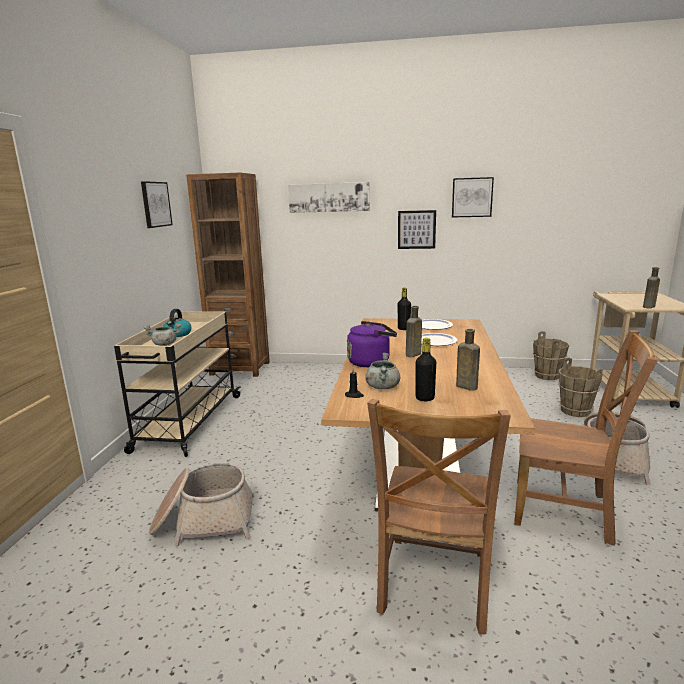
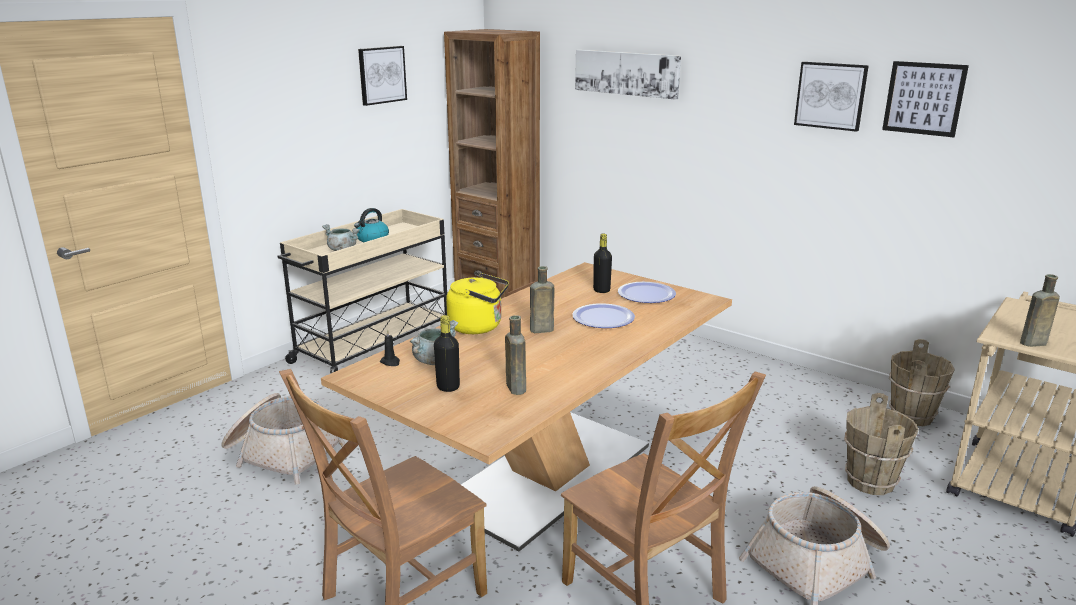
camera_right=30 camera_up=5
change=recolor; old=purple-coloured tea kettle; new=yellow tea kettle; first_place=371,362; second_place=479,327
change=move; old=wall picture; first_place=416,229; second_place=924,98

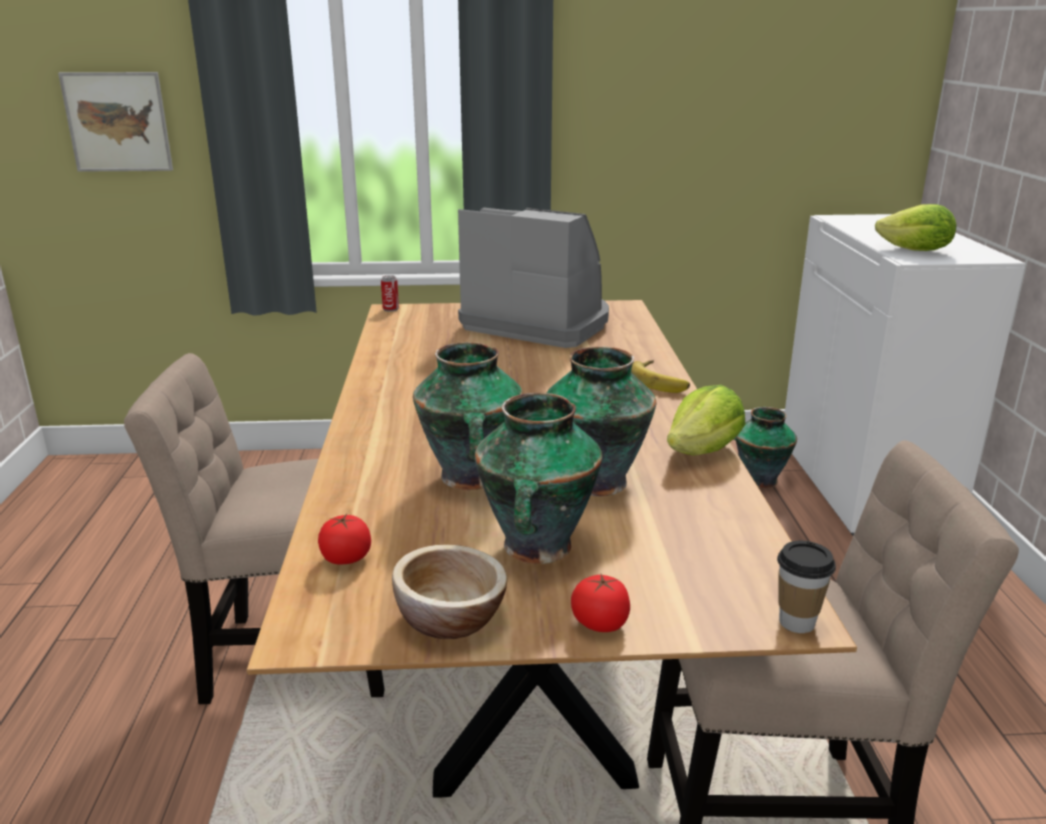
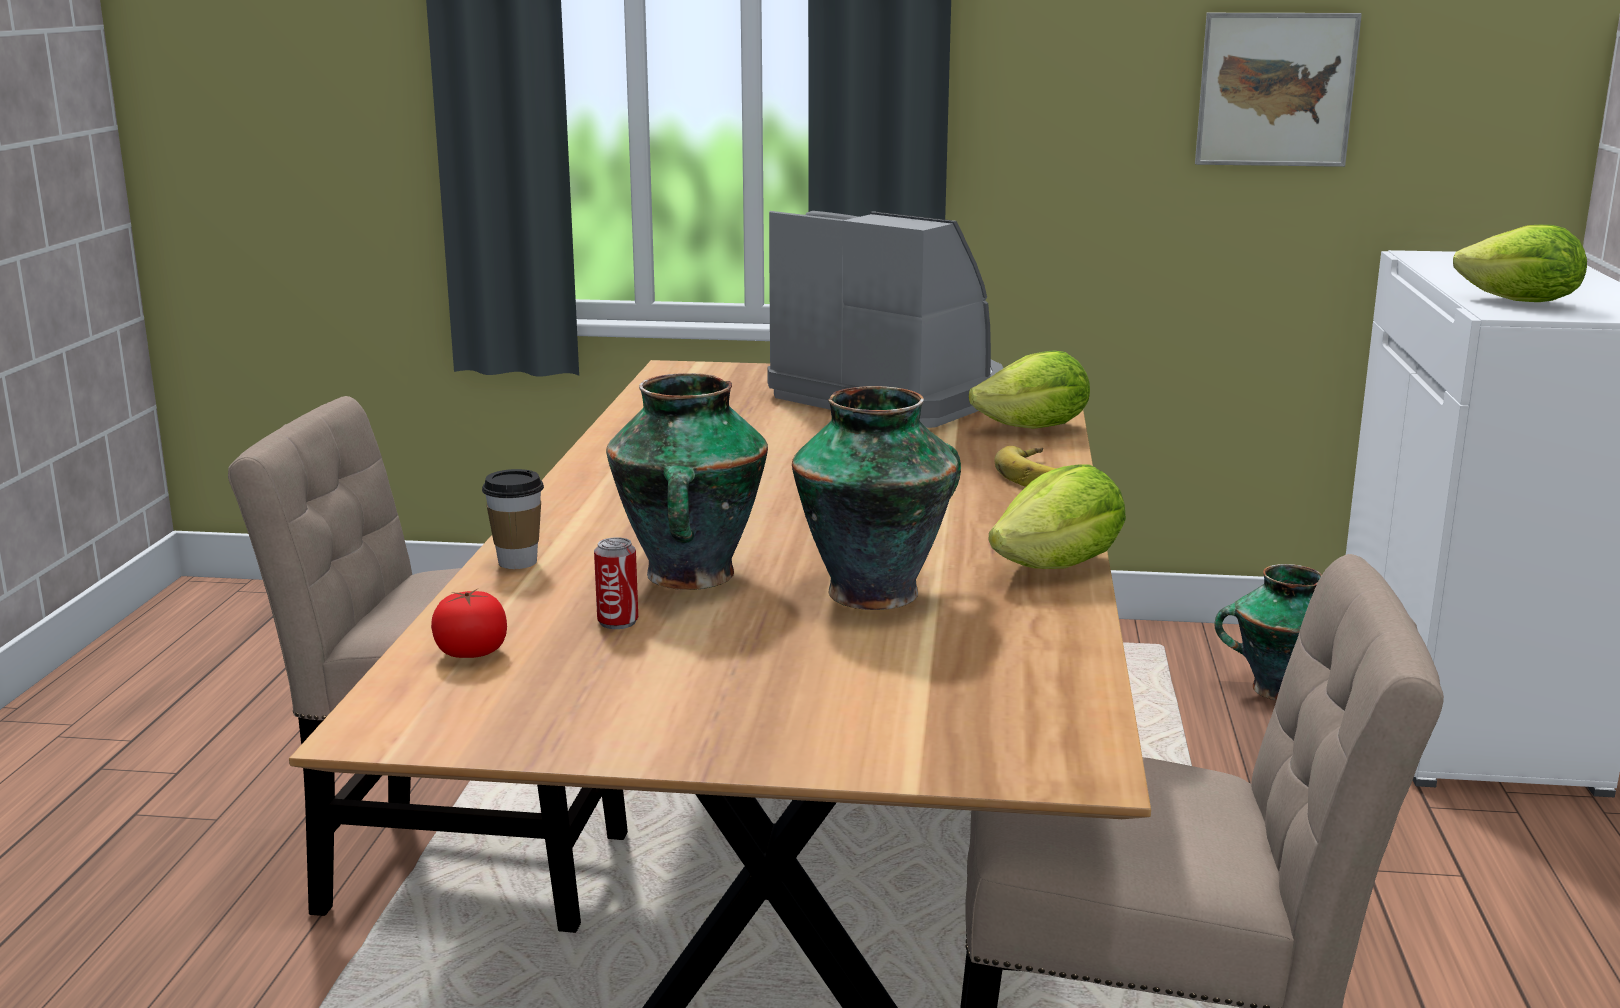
camera_right=10 camera_up=-5
change=move; old=small cup; first_place=797,622; second_place=517,562
change=move; old=can; first_place=390,309; second_place=618,622
change=insert; new=lettuce head; second_place=1034,429
change=move; old=wall picture; first_place=118,122; second_place=1275,89
change=delete; old=deep dish; first_place=450,617
change=delete; old=flower vase; first_place=536,548
change=delete; old=fresh tomato; first_place=600,623

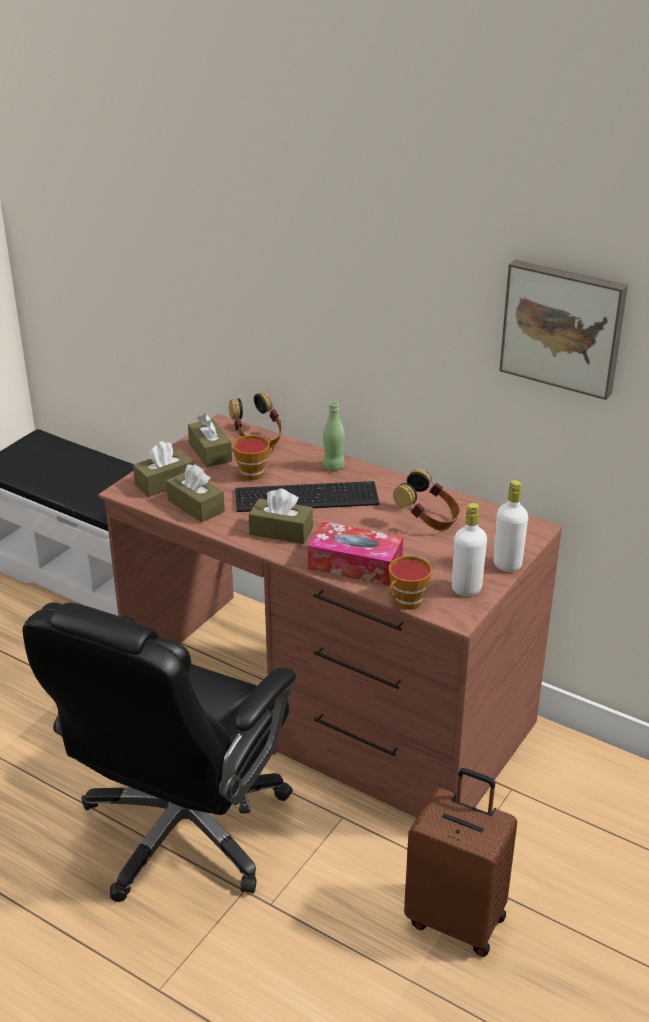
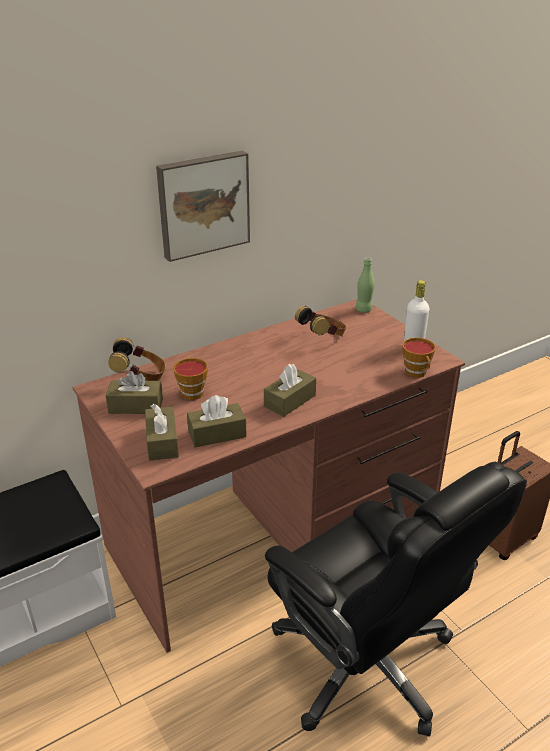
camera_right=-65 camera_up=0
change=move; old=wall picture; first_place=563,327; second_place=203,204
change=move; old=green-coloured bottle; first_place=333,467; second_place=363,310
change=delete; old=keyboard; first_place=304,495
change=delete; old=tissue holder; first_place=355,564
change=delete; old=white bottle; first_place=507,565

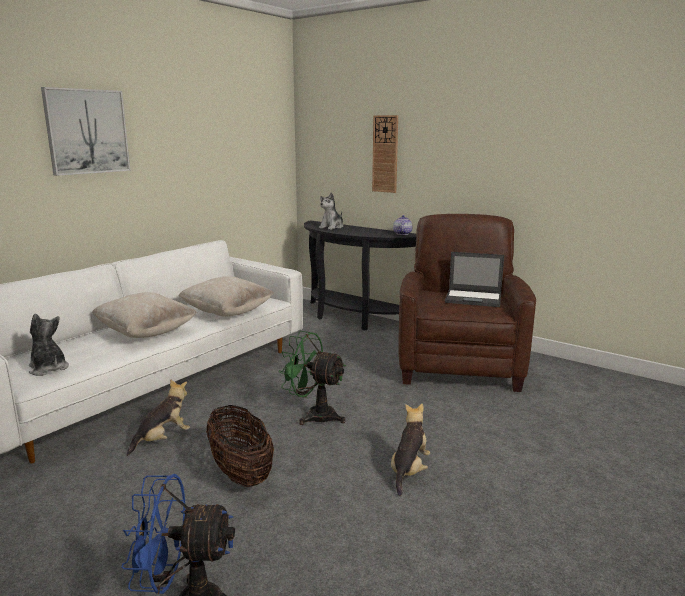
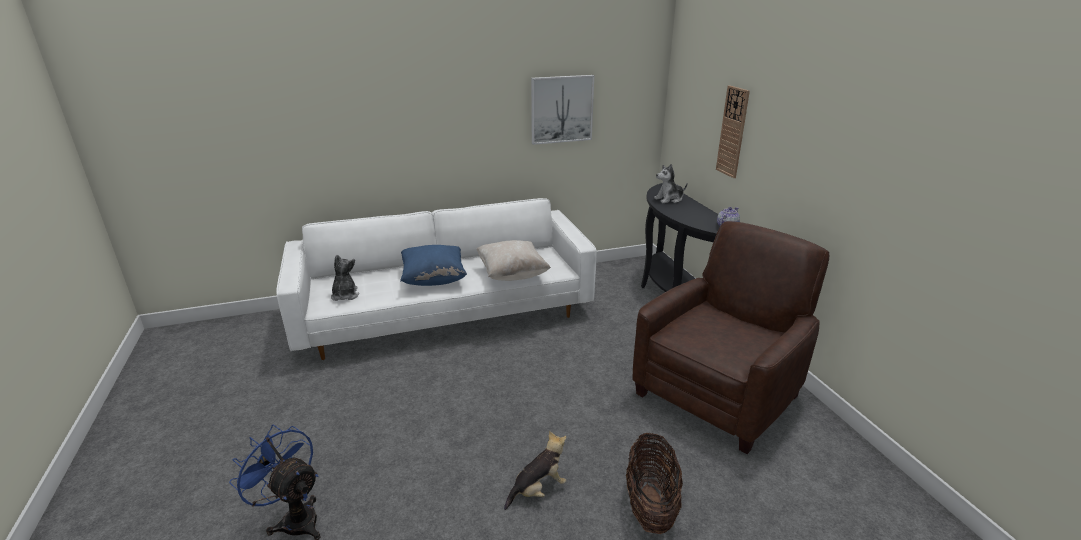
camera_right=35 camera_up=10
change=recolor; old=beige-coloured cushion; new=bluish cushion; first_place=146,333; second_place=434,279
change=move; old=wall picture; first_place=87,131; second_place=561,109
change=move; old=storage basket; first_place=241,473; second_place=650,505
change=delete; old=soft toy; first_place=163,439
change=delete; old=green-coloured cooling fan; first_place=314,415
change=delete; old=portable computer; first_place=474,298

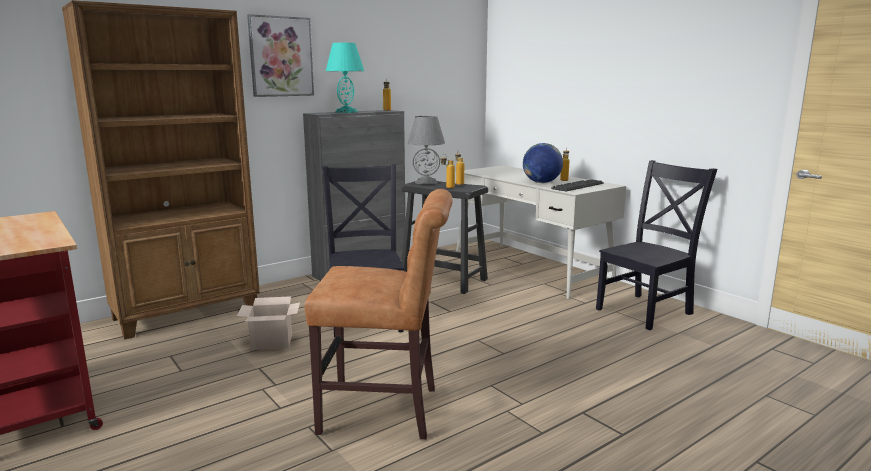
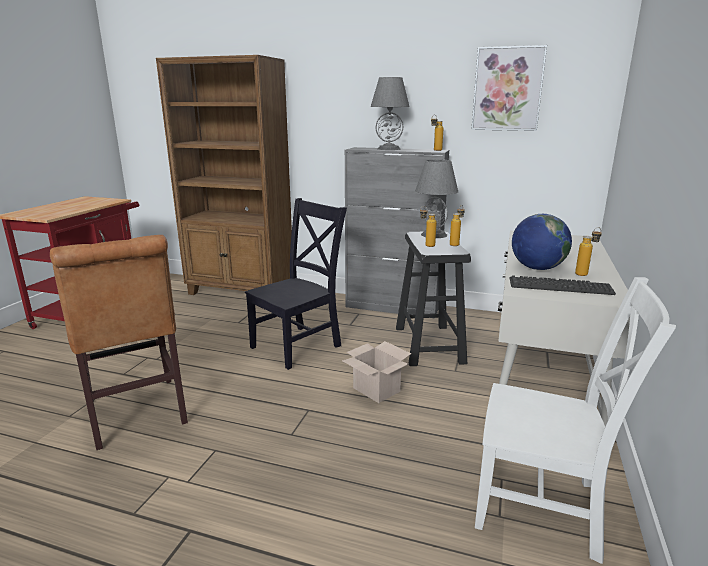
camera_right=55 camera_up=5
change=move; old=carton; first_place=270,343; second_place=375,389
change=recolor; old=blue-green lamp for a table; new=grey lamp for a table; first_place=346,112; second_place=389,149
change=move; old=wall picture; first_place=281,56; second_place=507,89
change=recolor; old=blackish chair; new=white chair; first_place=646,310; second_place=544,507

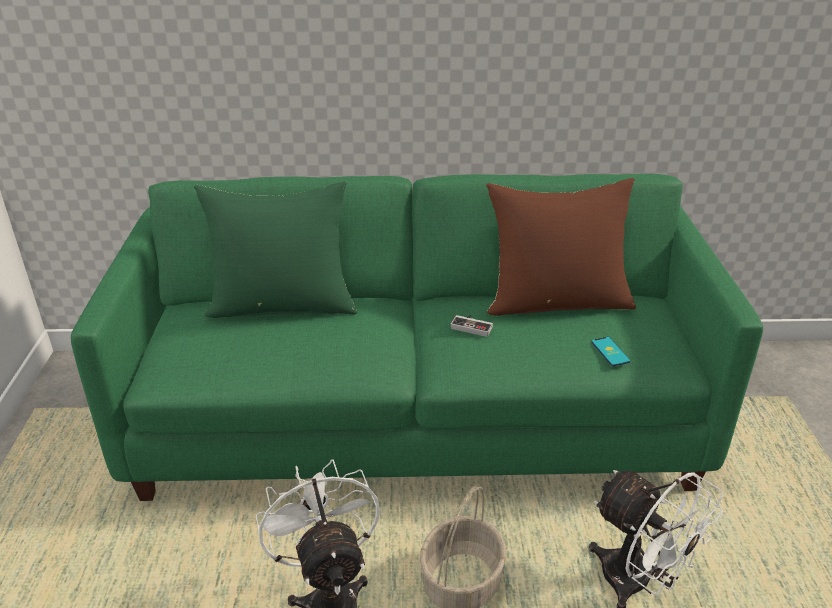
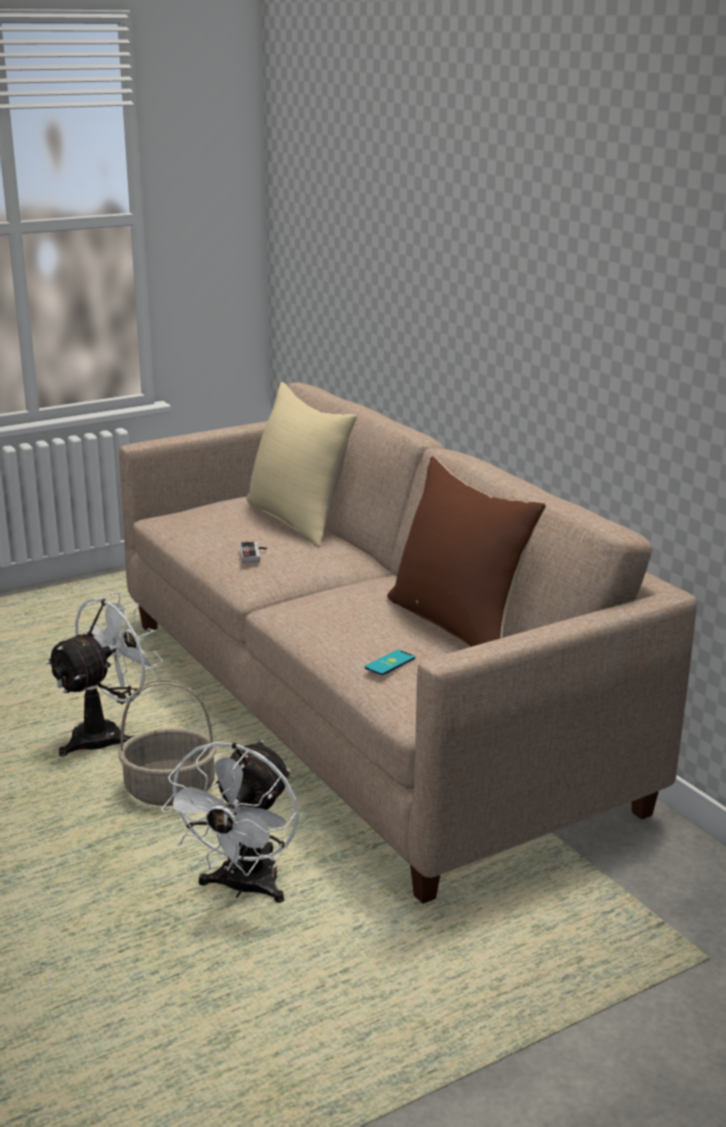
camera_right=60 camera_up=-10
change=recolor; old=green-coloured settee; new=beige-coloured settee; first_place=417,418; second_place=363,709
change=move; old=gamepad; first_place=472,326; second_place=254,554
change=recolor; old=green-coloured cushion; new=beige-coloured cushion; first_place=283,305; second_place=299,520

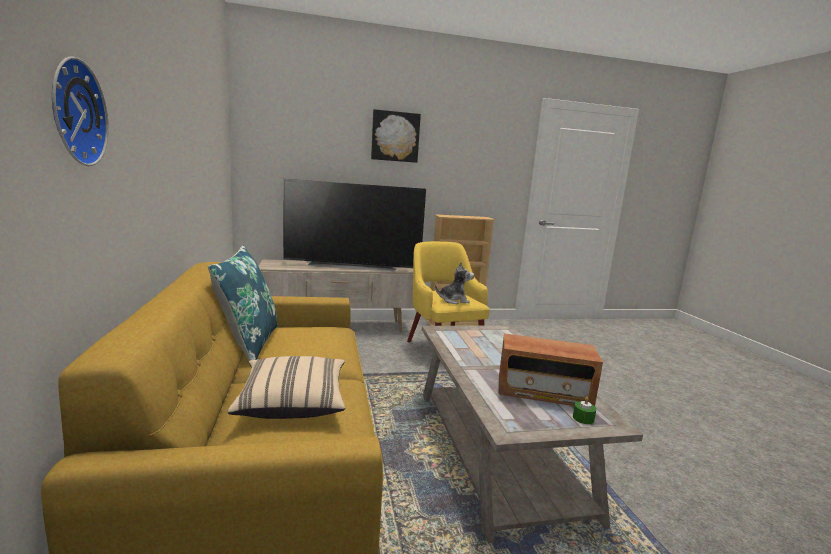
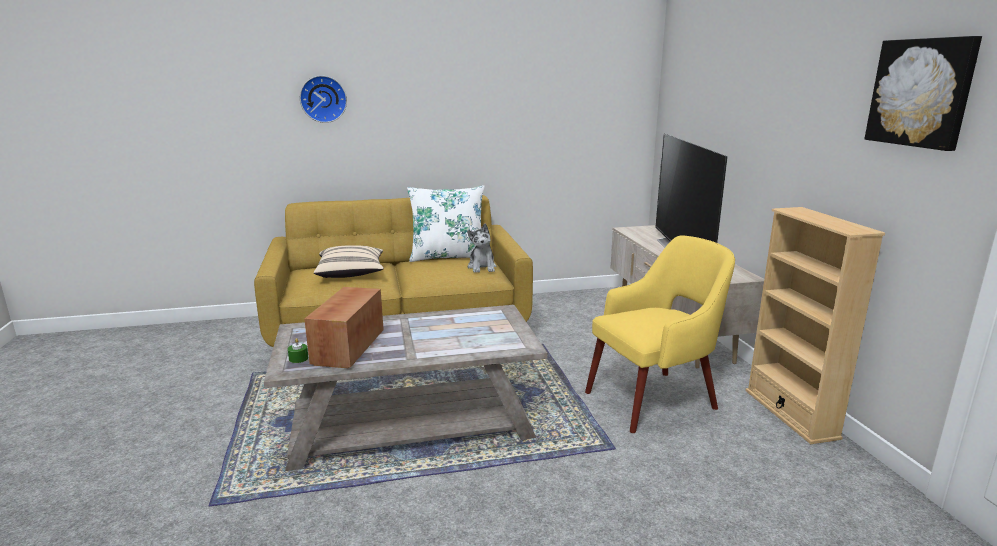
camera_right=90 camera_up=5
change=recolor; old=bluish cushion; new=white cushion; first_place=248,343; second_place=448,257
change=move; old=soft toy; first_place=454,300; second_place=482,267
change=move; old=wall picture; first_place=395,136; second_place=922,93

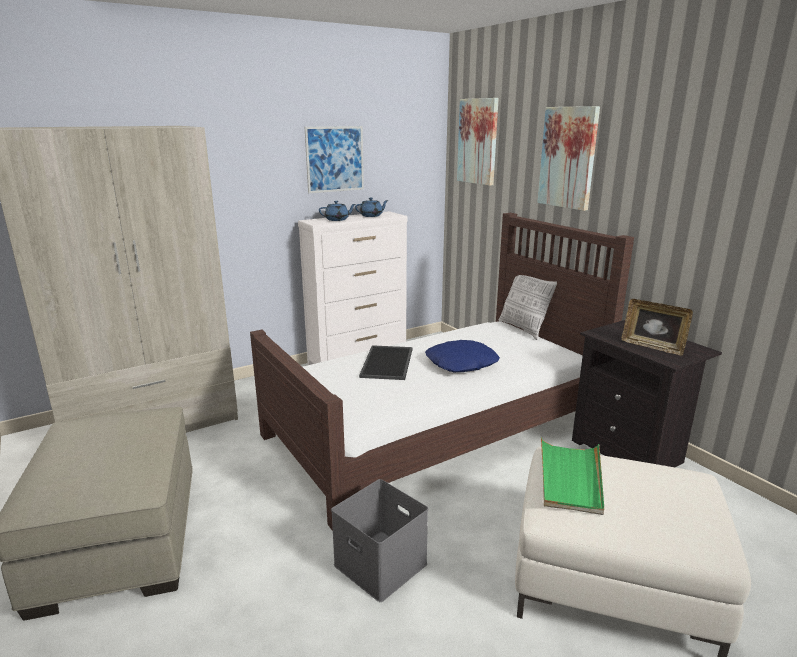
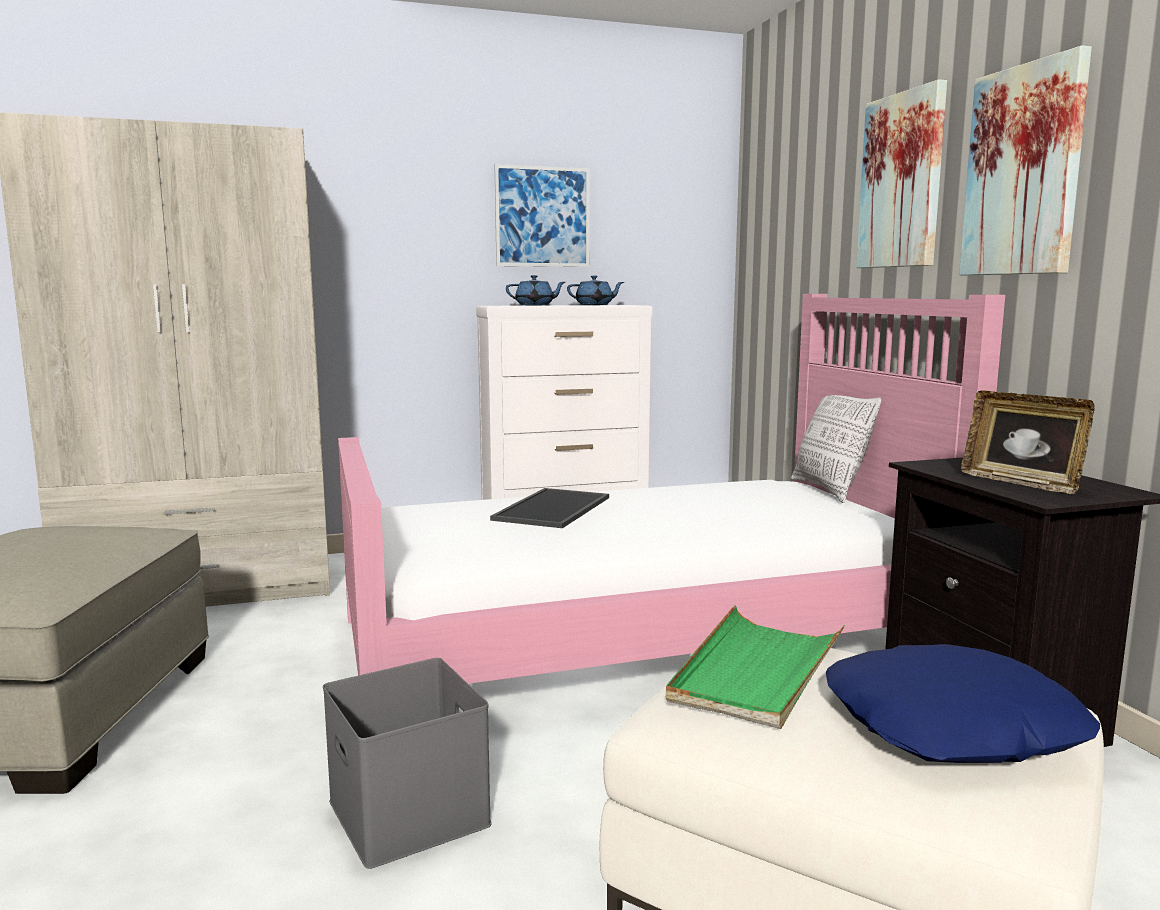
camera_right=15 camera_up=-10
change=recolor; old=brown bed; new=pink-coloured bed; first_place=438,427; second_place=642,637
change=move; old=bluish cushion; first_place=462,363; second_place=952,727
change=move; old=wall picture; first_place=478,141; second_place=1024,171

